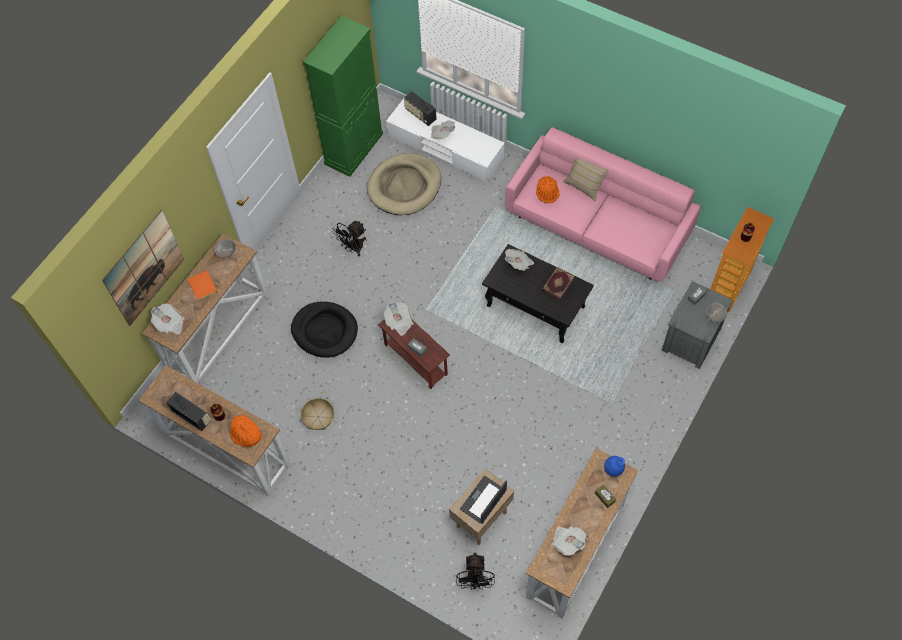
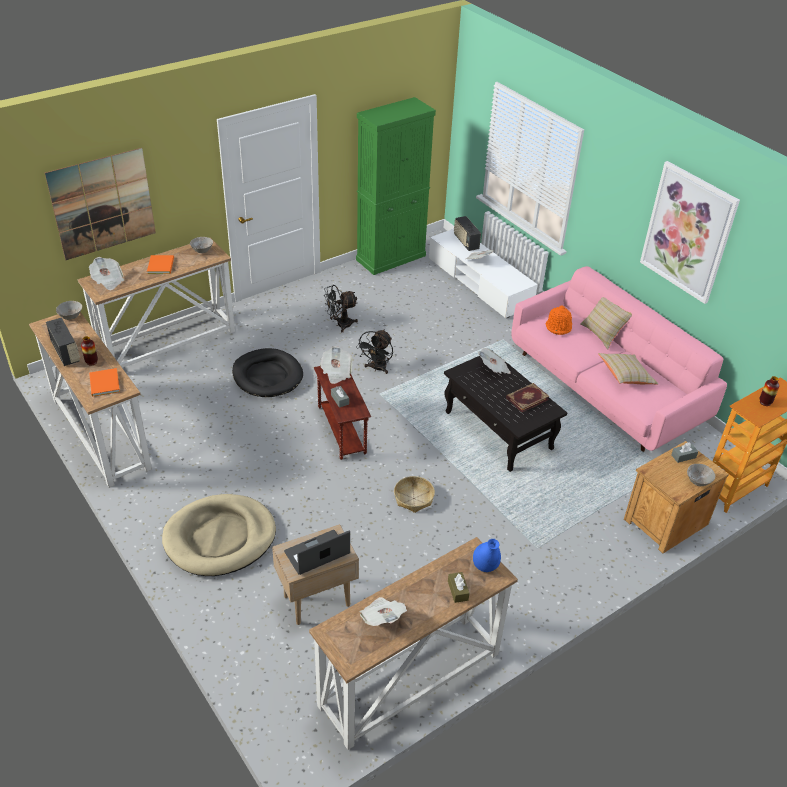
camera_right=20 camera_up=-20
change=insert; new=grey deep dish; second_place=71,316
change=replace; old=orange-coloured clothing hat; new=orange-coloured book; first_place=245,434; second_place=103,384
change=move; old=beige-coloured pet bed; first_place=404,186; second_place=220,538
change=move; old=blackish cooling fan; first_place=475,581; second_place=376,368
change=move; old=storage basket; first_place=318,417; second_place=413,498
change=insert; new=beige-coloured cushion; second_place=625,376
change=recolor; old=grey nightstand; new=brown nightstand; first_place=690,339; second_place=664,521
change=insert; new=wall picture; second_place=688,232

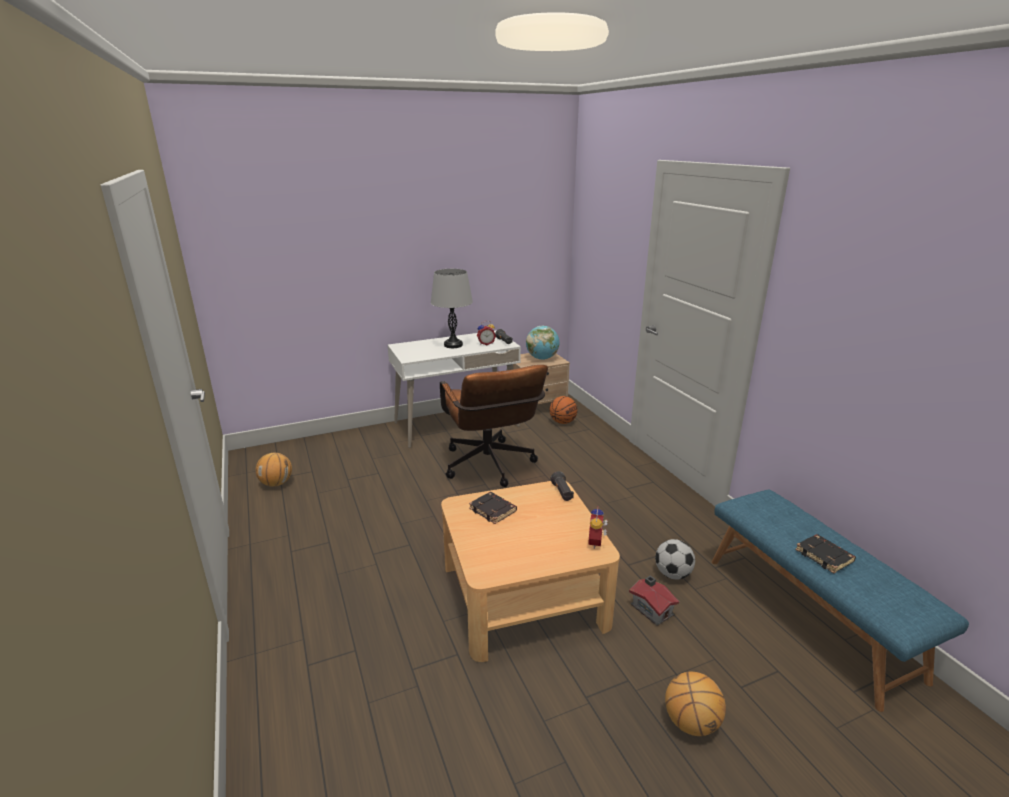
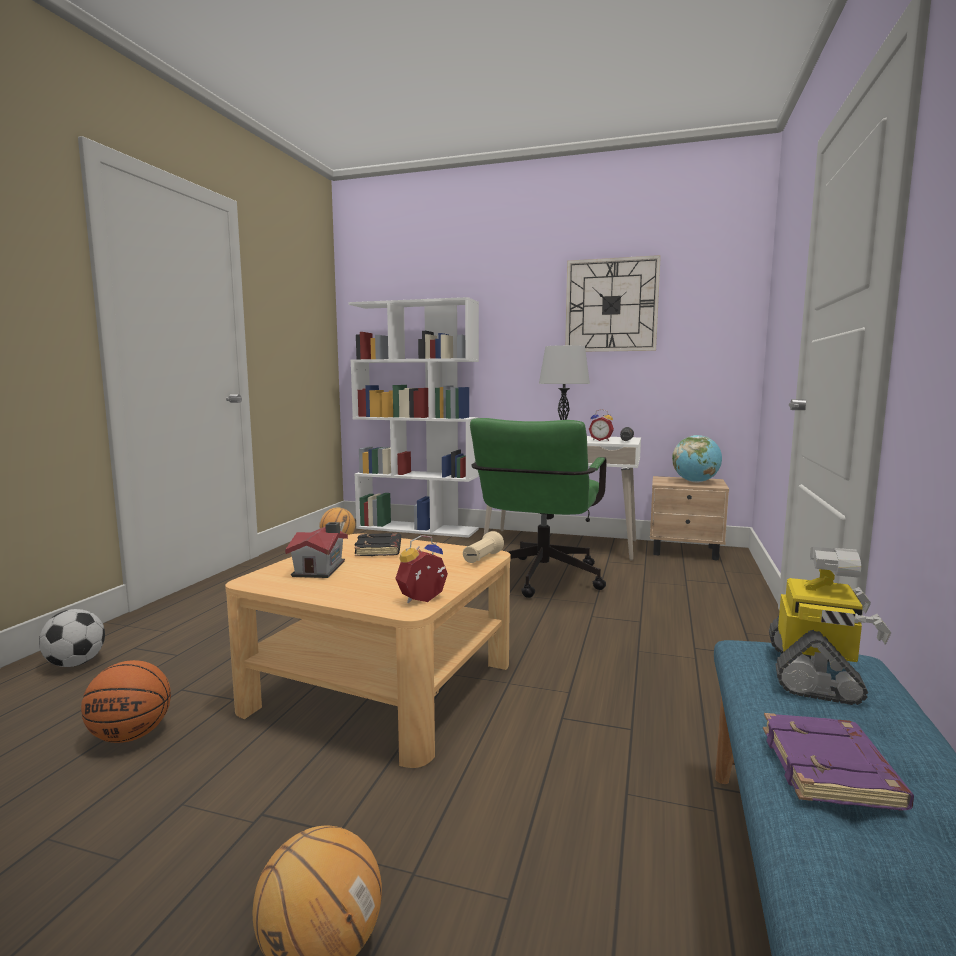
camera_right=40 camera_up=-15
change=move; old=football; first_place=673,574; second_place=75,664
change=move; old=basketball; first_place=562,422; second_place=131,735
change=move; old=toy house; first_place=652,609; second_place=321,568
change=insert; new=white bookcase; second_place=418,528
change=recolor; old=blackish torch; new=beige-coloured torch; first_place=562,493; second_place=482,559
change=recolor; old=brown office chair; new=green-coloured office chair; first_place=490,468; second_place=539,581
change=insert; new=clock on the wall; second_place=611,305
change=recolor; old=blackish book; new=purple-coloured book; first_place=825,556; second_place=831,770
change=insert; new=model robot; second_place=815,673

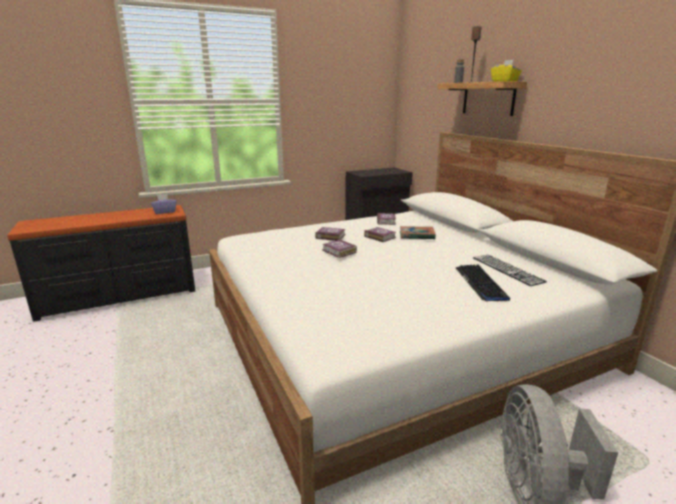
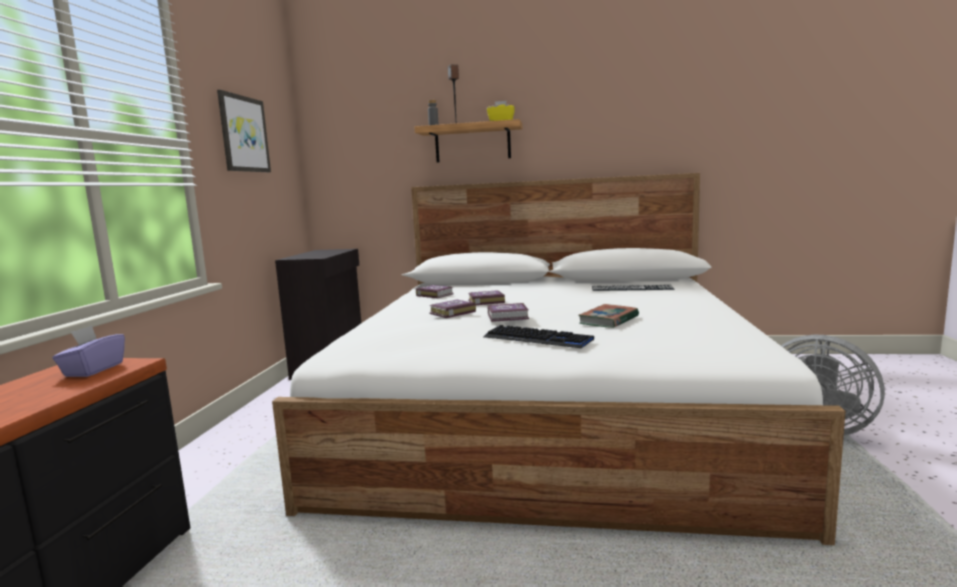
camera_right=-55 camera_up=-10
change=insert; new=wall picture; second_place=243,134
change=move; old=keyboard; first_place=480,283; second_place=537,339
change=move; old=book; first_place=416,235; second_place=608,320

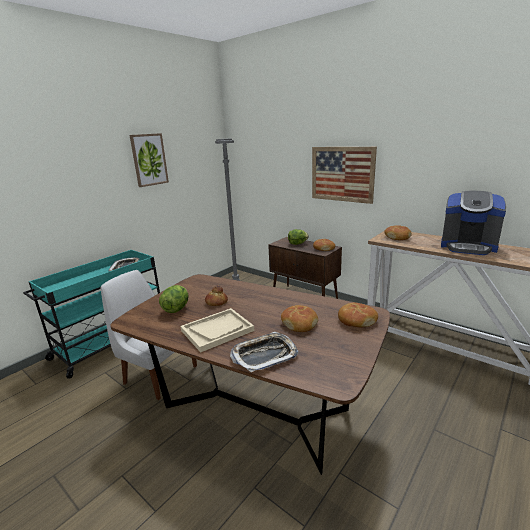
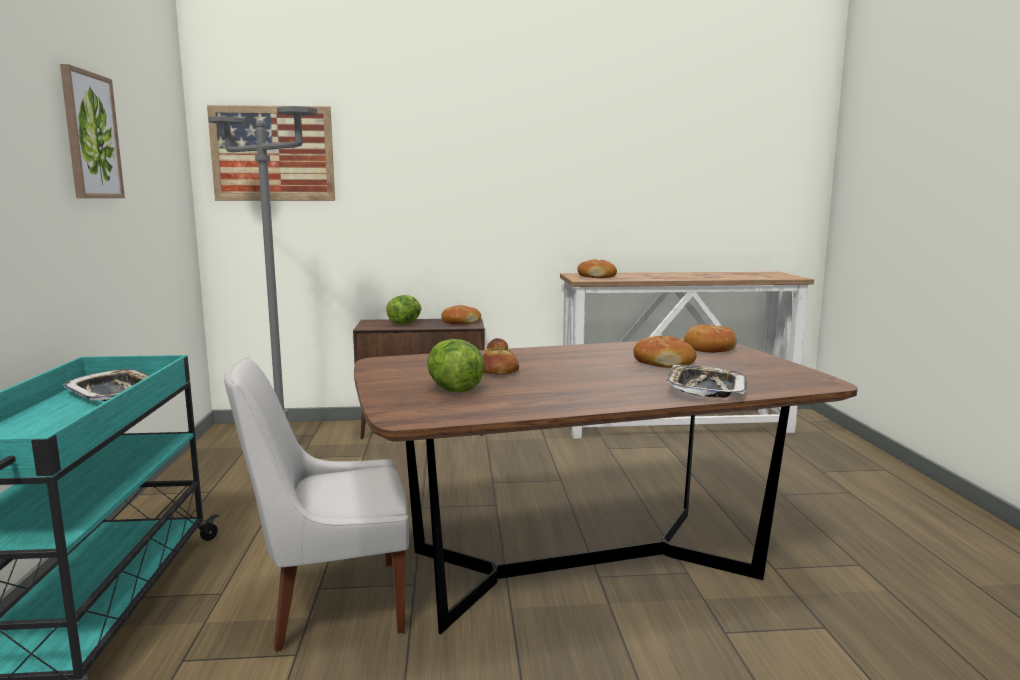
camera_right=-45 camera_up=-10
change=move; old=wall picture; first_place=342,174; second_place=273,154
change=delete; old=beige-coloured tray; first_place=217,330
change=delete; old=coffee machine; first_place=468,246

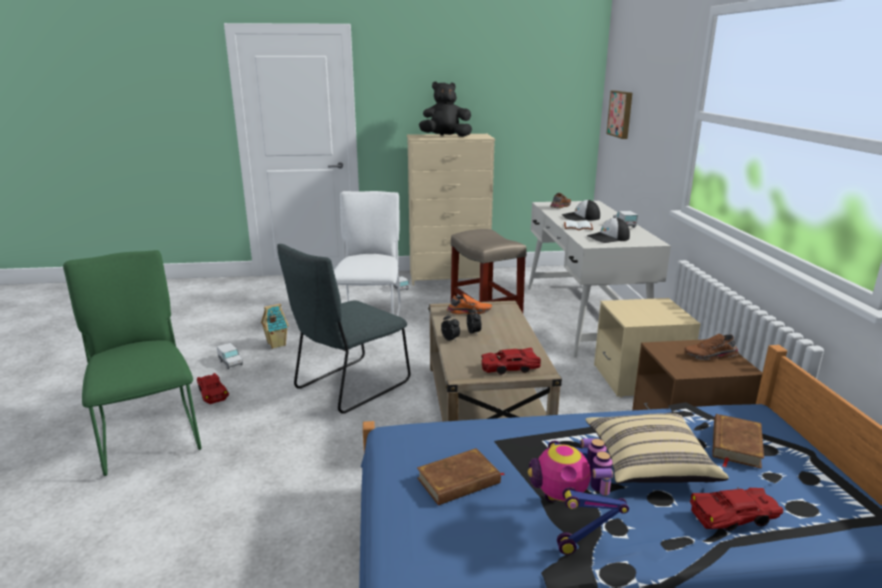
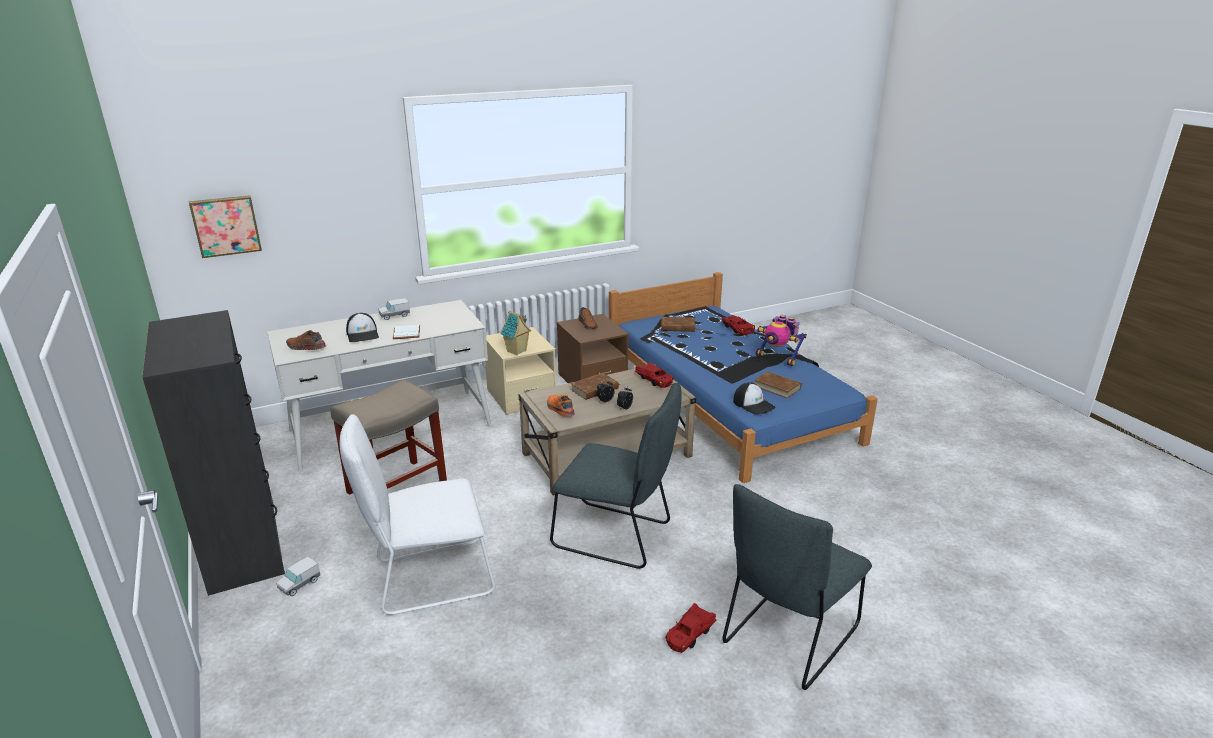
camera_right=-110 camera_up=5
change=recolor; old=beige-coloured drawer chest; new=blackish drawer chest; first_place=450,277; second_place=243,545
change=move; old=toy house; first_place=276,344; second_place=517,351
change=insert; new=brown book; second_place=595,389
change=recolor; old=green-coloured chair; new=grey chair; first_place=149,434; second_place=787,639
change=move; old=peaked cap; first_place=608,238; second_place=753,404
change=rotate; old=model robot; first_place=570,523; second_place=777,358; degrees=60
change=delete; old=model truck; first_place=230,363
change=delete; old=blackish soft toy; first_place=445,137
change=delete; old=beige-coloured cushion; first_place=648,465

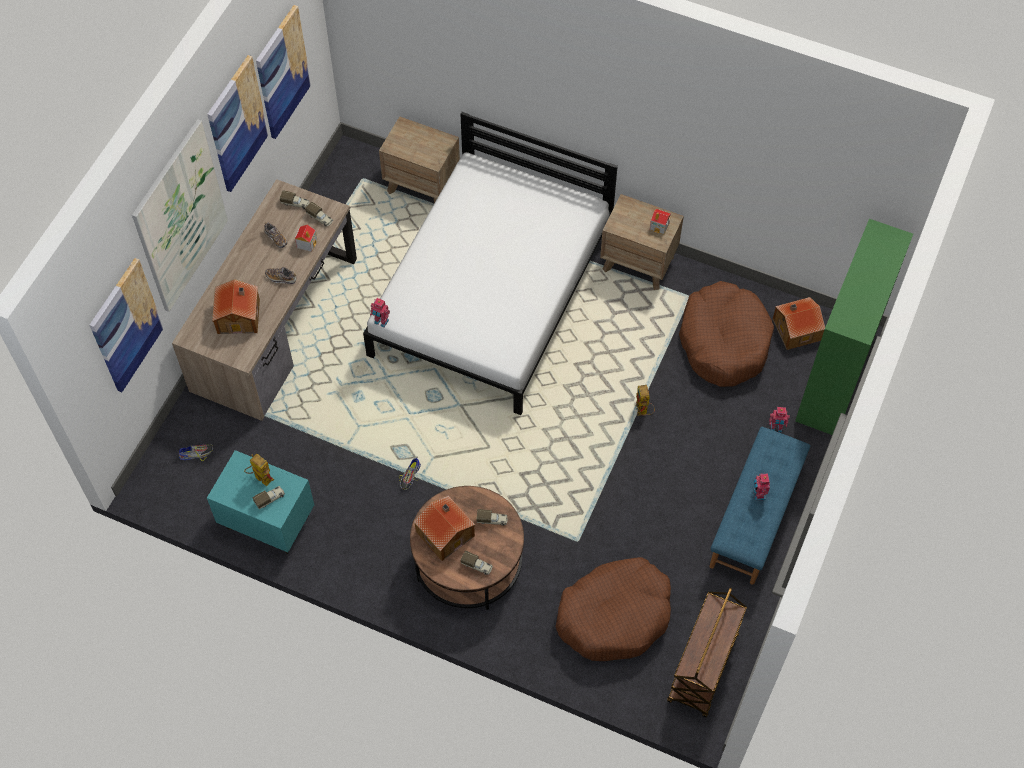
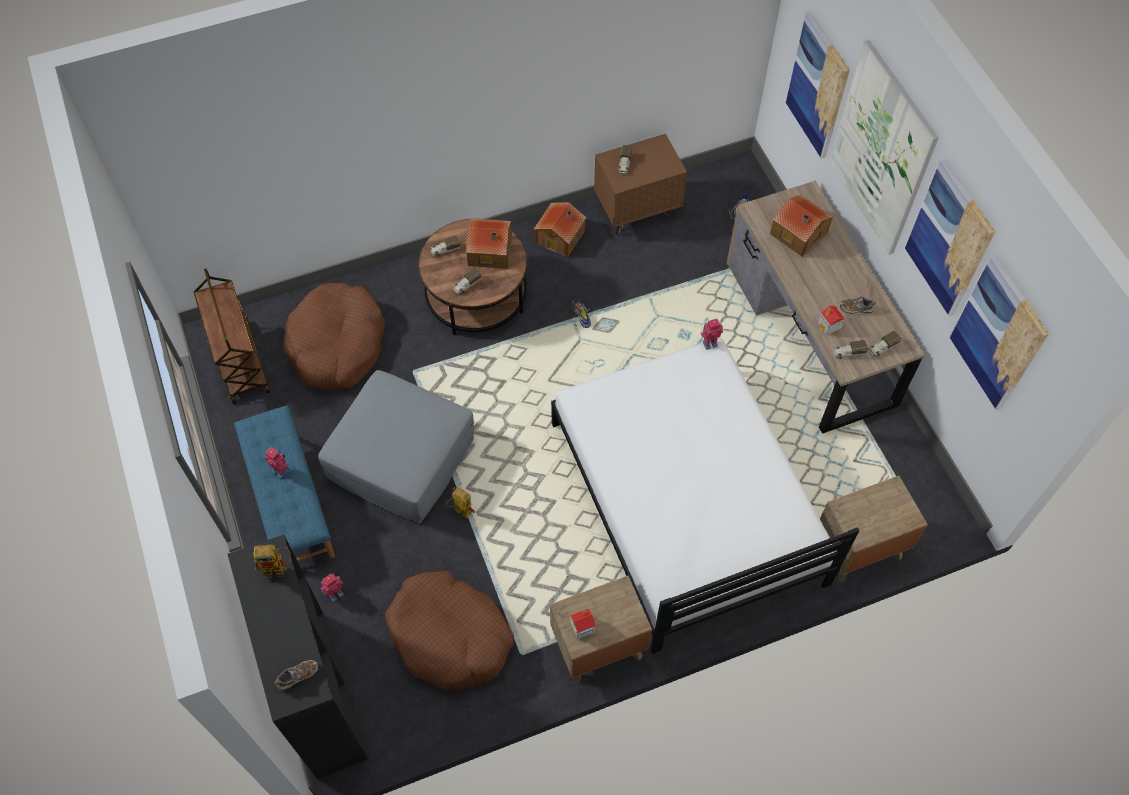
camera_right=135 camera_up=0
change=recolor; old=green-coloured bookcase; new=blackish bookcase; first_place=837,377; second_place=319,693
change=move; old=model robot; first_place=260,477; second_place=279,568
change=move; old=shoe; first_place=281,278; second_place=297,676
change=insert; new=grey footrest; second_place=401,458
change=move; old=toy house; first_place=795,329; second_place=561,237
change=recolor; old=blue-green nightstand; new=brown nightstand; first_place=268,523; second_place=637,210

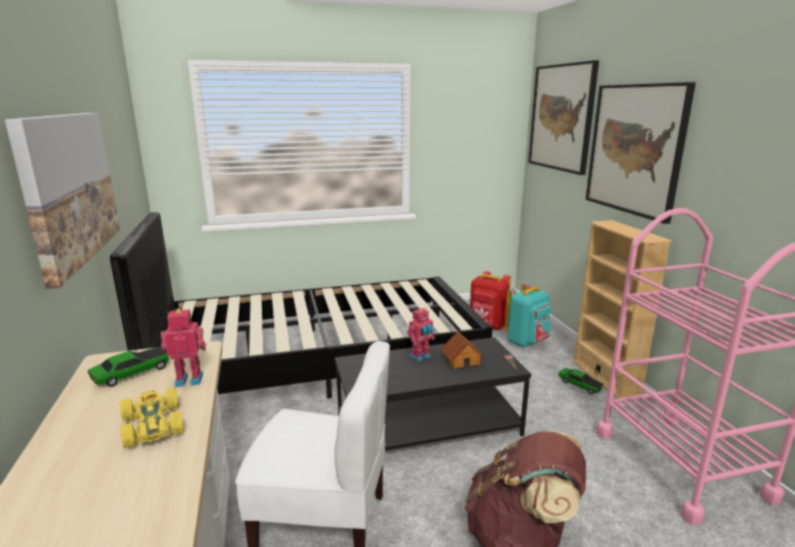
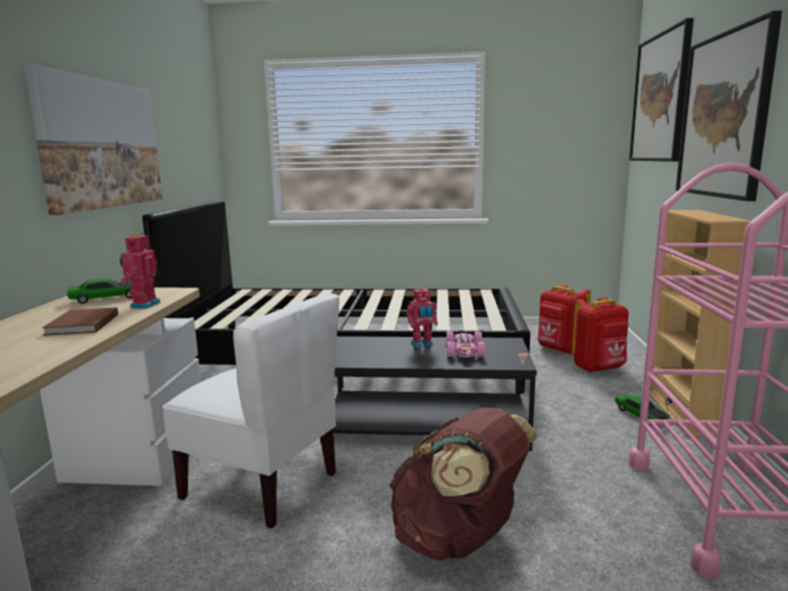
camera_right=20 camera_up=-5
change=replace; old=yellow model car; new=brown book; first_place=152,425; second_place=81,325
change=rotate; old=model robot; first_place=189,379; second_place=143,305; degrees=-90
change=replace; old=toy house; new=pink-coloured model car; first_place=461,360; second_place=465,351
change=recolor; old=blue-green rucksack; new=reddish rucksack; first_place=526,342; second_place=599,368

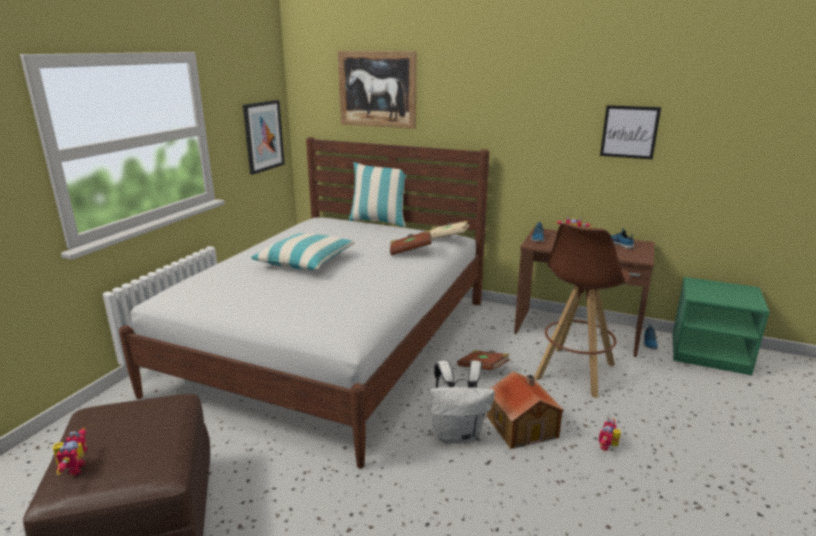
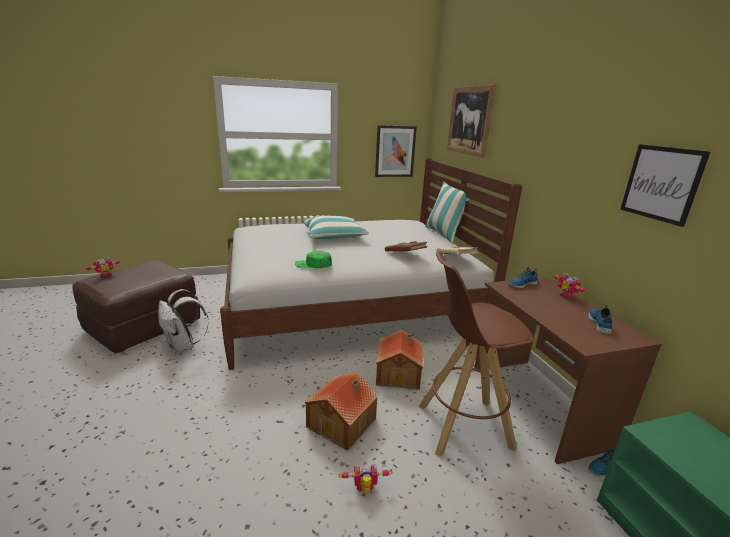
camera_right=50 camera_up=0
change=move; old=white rucksack; first_place=457,434; second_place=183,346
change=insert; new=green-coloured peaked cap; second_place=313,264
change=replace; old=brown book; new=toy house; first_place=483,368; second_place=399,373

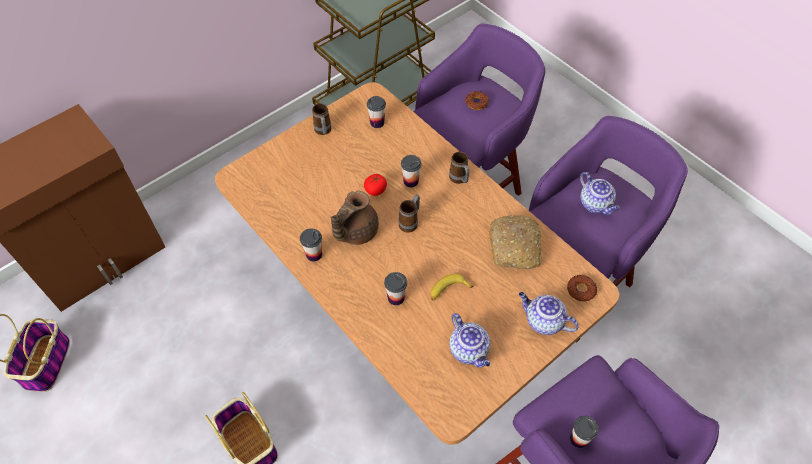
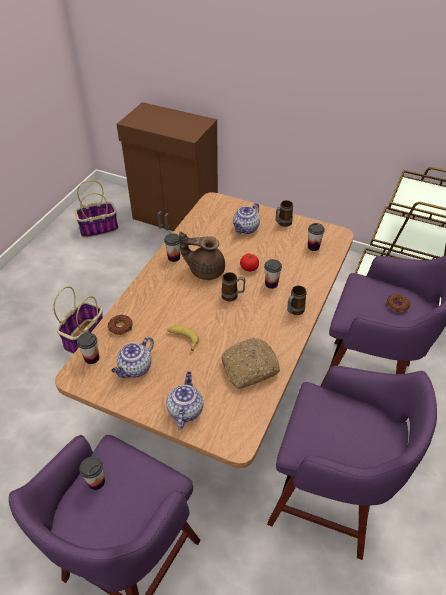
camera_right=65 camera_up=-10
change=move; old=small cup; first_place=396,298; second_place=92,358
change=move; old=doughnut; first_place=581,290; second_place=121,327
change=move; old=teapot; first_place=595,204; second_place=246,229

